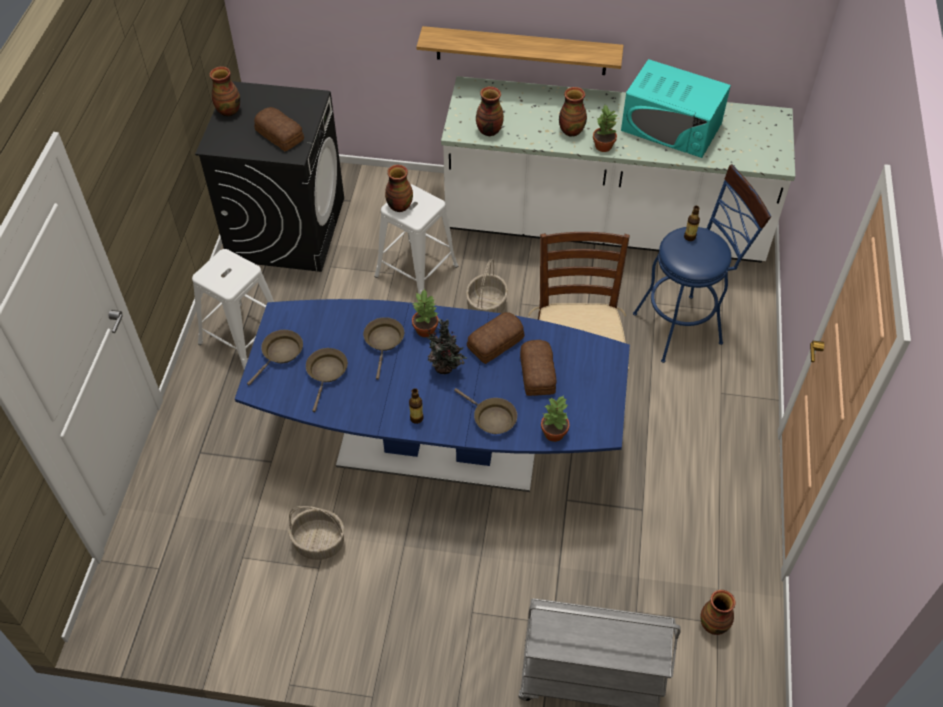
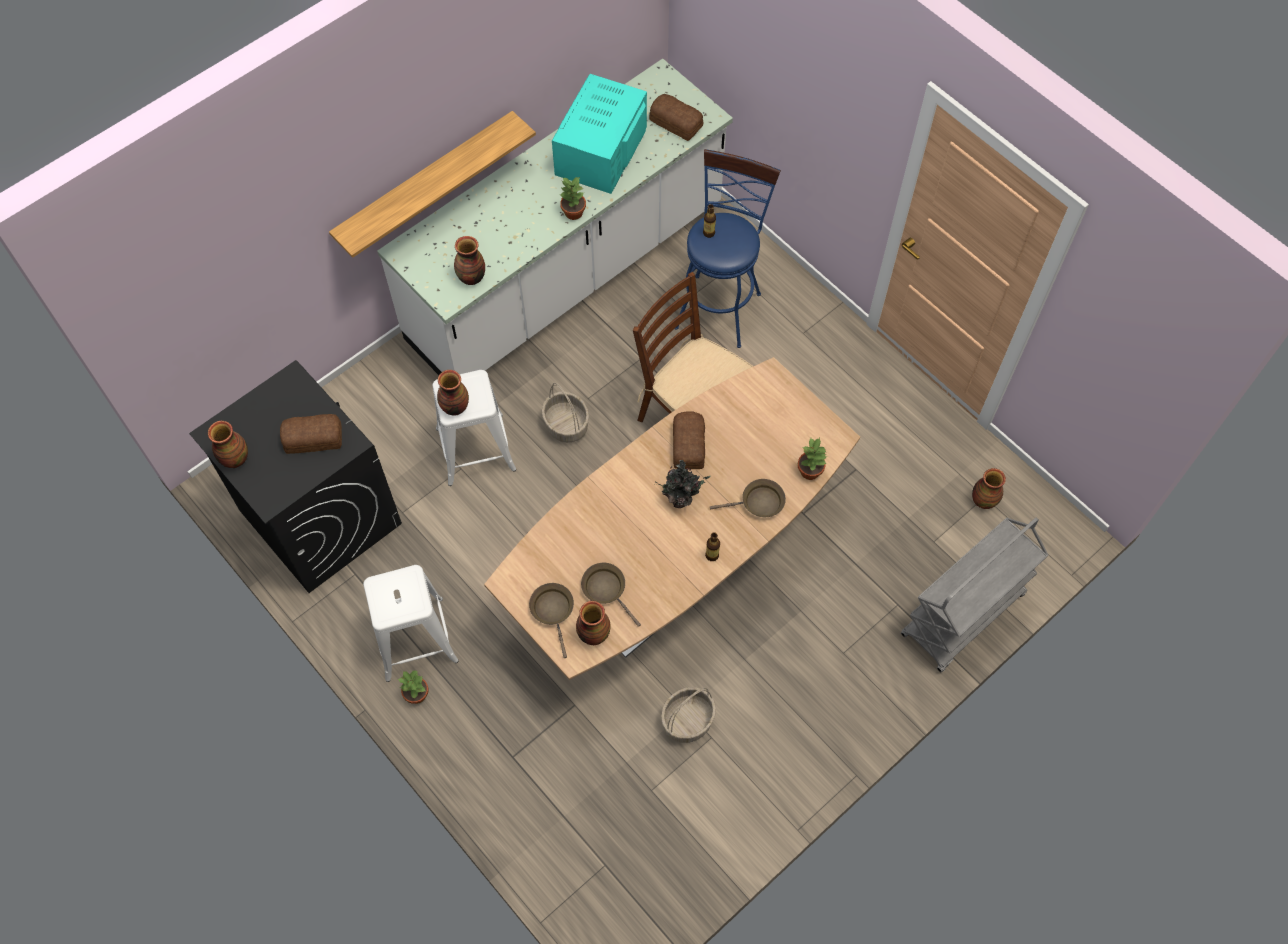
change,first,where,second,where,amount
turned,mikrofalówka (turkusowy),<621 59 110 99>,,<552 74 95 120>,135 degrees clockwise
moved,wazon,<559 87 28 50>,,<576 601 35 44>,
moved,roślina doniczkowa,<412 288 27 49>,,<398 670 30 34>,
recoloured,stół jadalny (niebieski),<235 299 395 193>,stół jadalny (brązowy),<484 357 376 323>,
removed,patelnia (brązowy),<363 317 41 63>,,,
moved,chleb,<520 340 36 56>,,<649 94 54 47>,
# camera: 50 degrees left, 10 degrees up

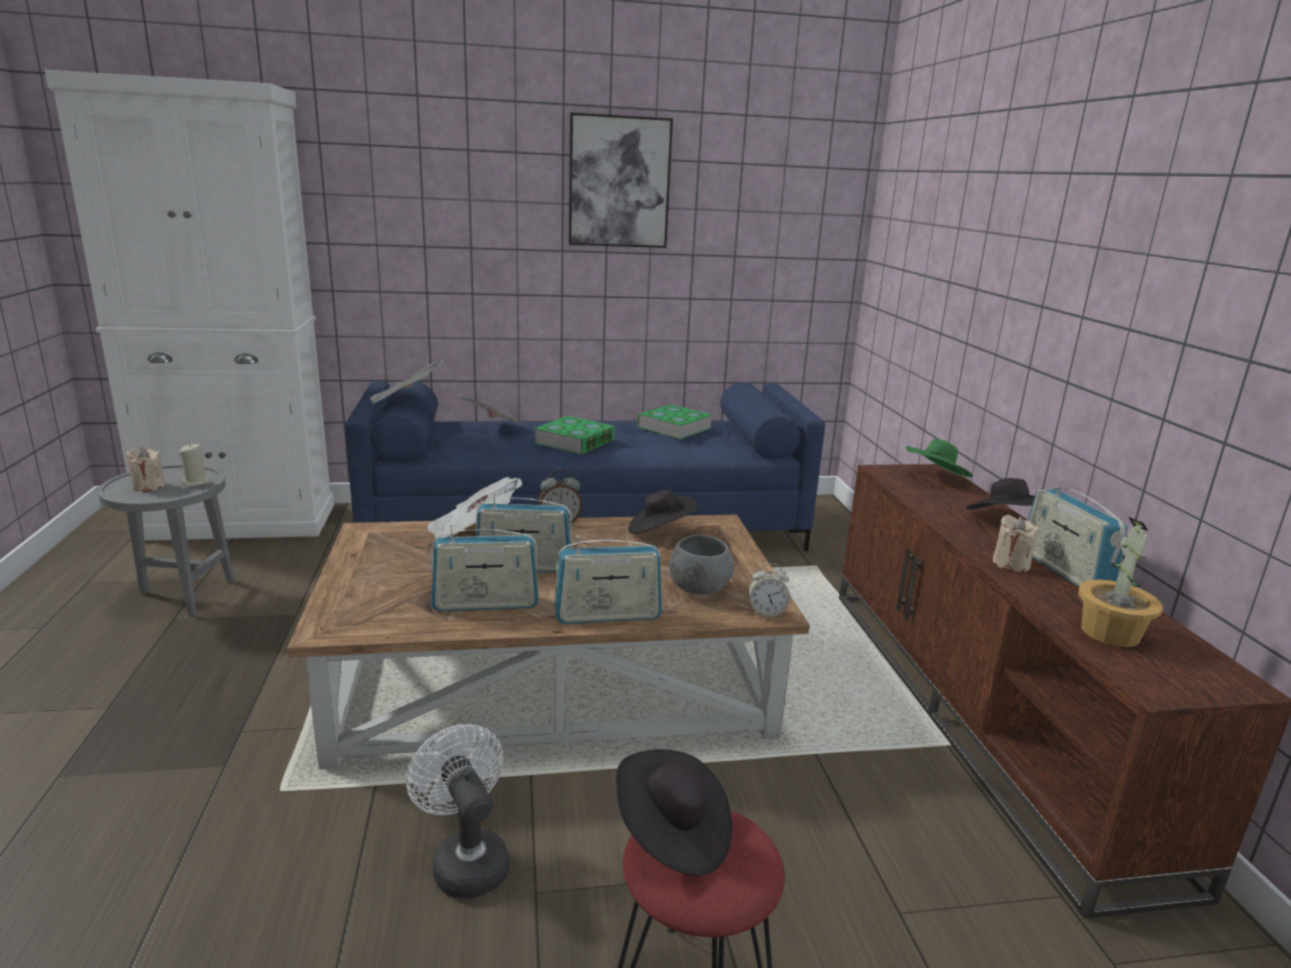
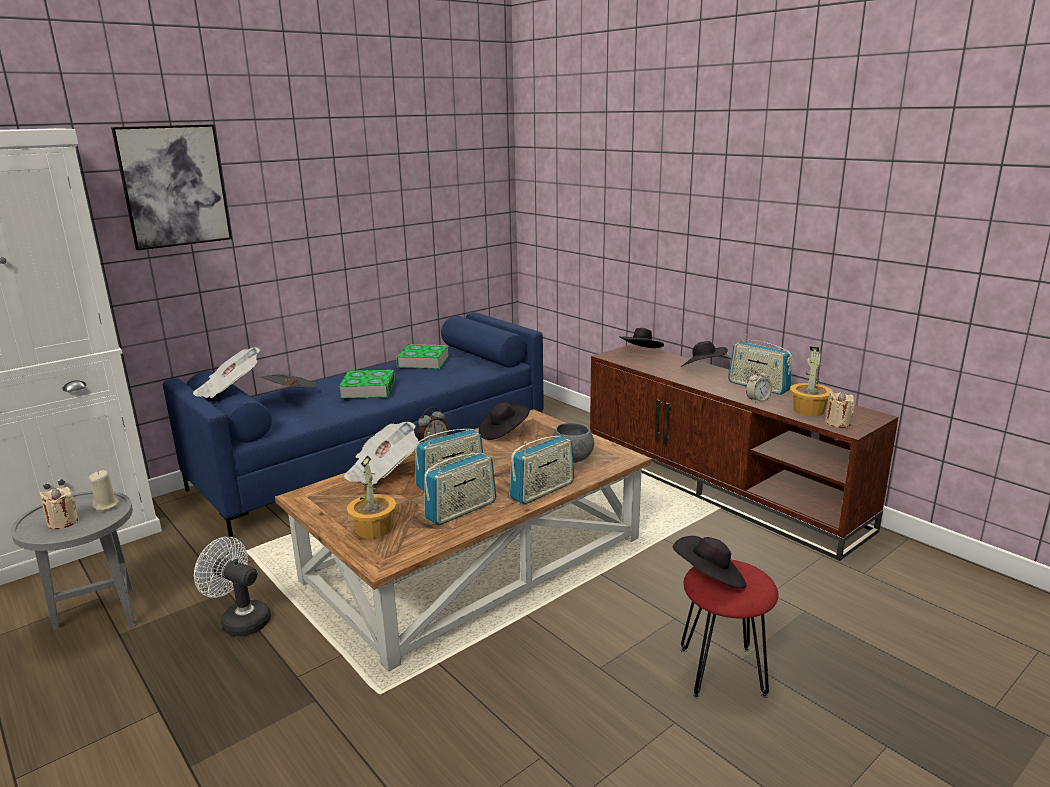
change,first,where,second,where,amount
moved,obraz,<569 112 104 136>,,<111 124 121 126>,
recoloured,kapelusz (zielony),<905 439 68 38>,kapelusz (czarny),<619 328 45 20>,
moved,świeca (beżowy),<992 515 47 57>,,<825 391 29 37>,
moved,budzik,<748 563 42 54>,,<746 369 26 34>,
moved,wentylator (biały),<406 724 103 175>,,<194 537 77 100>,
added,,,roślina doniczkowa,<347 455 49 84>,
# camera: 30 degrees left, 0 degrees up

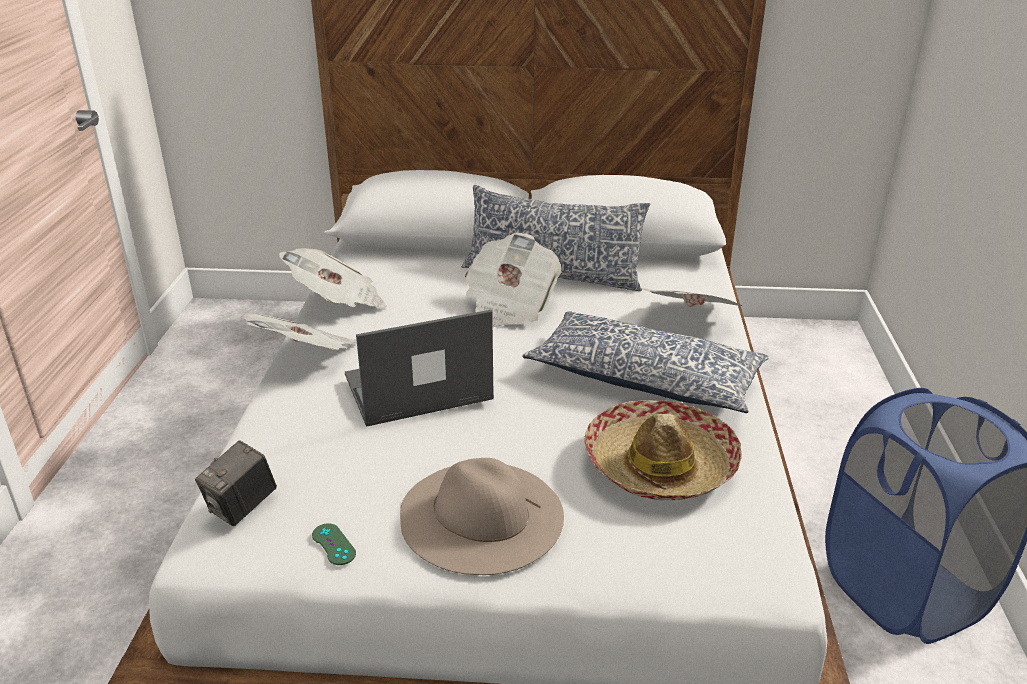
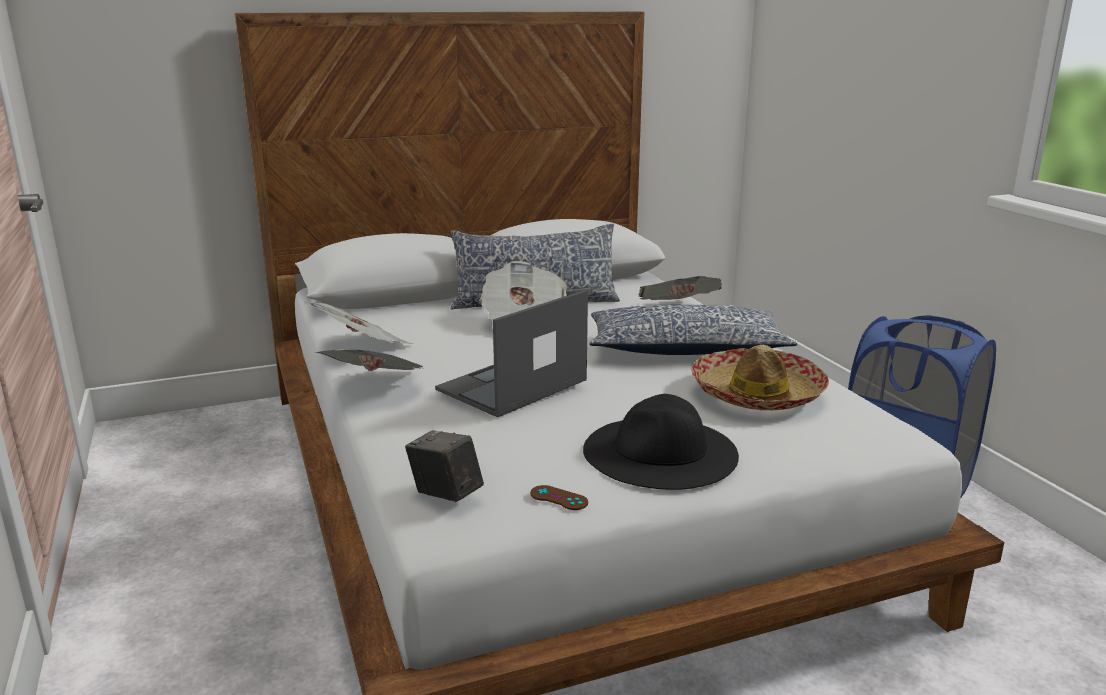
change,first,where,second,where,amount
turned,aparat fotograficzny,<195 440 82 86>,,<405 430 79 72>,120 degrees clockwise
recoloured,kapelusz (beżowy),<400 458 164 117>,kapelusz (czarny),<583 394 156 96>,
recoloured,pad do gier (zielony),<312 523 44 42>,pad do gier (brązowy),<530 485 58 25>,
# camera: 25 degrees left, 10 degrees down

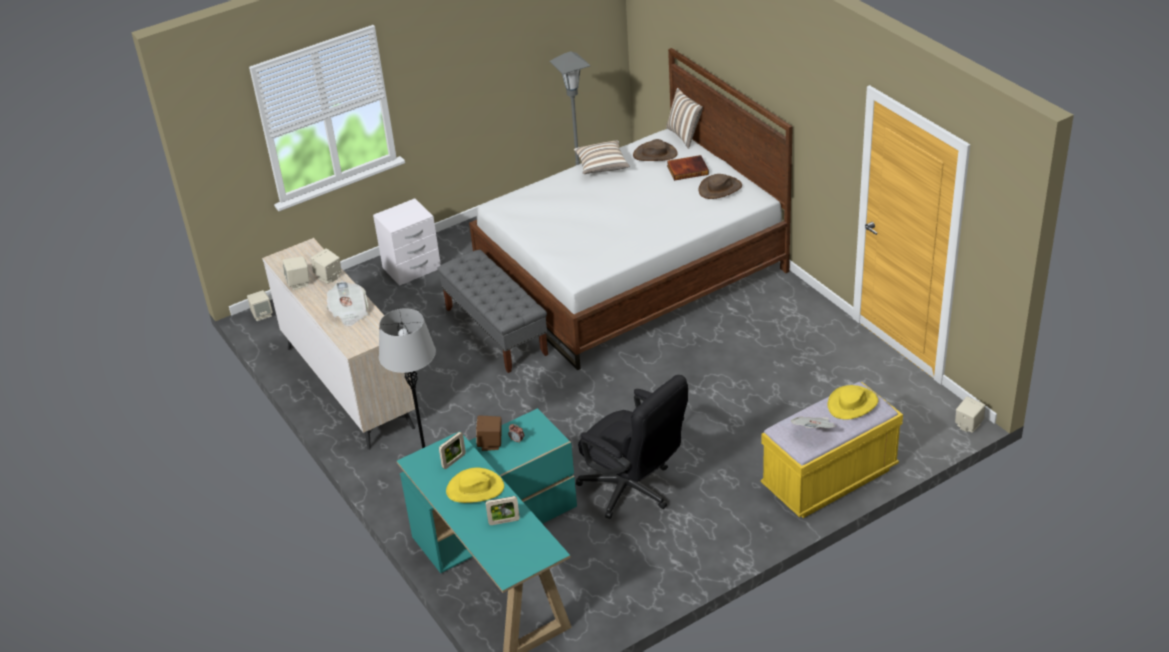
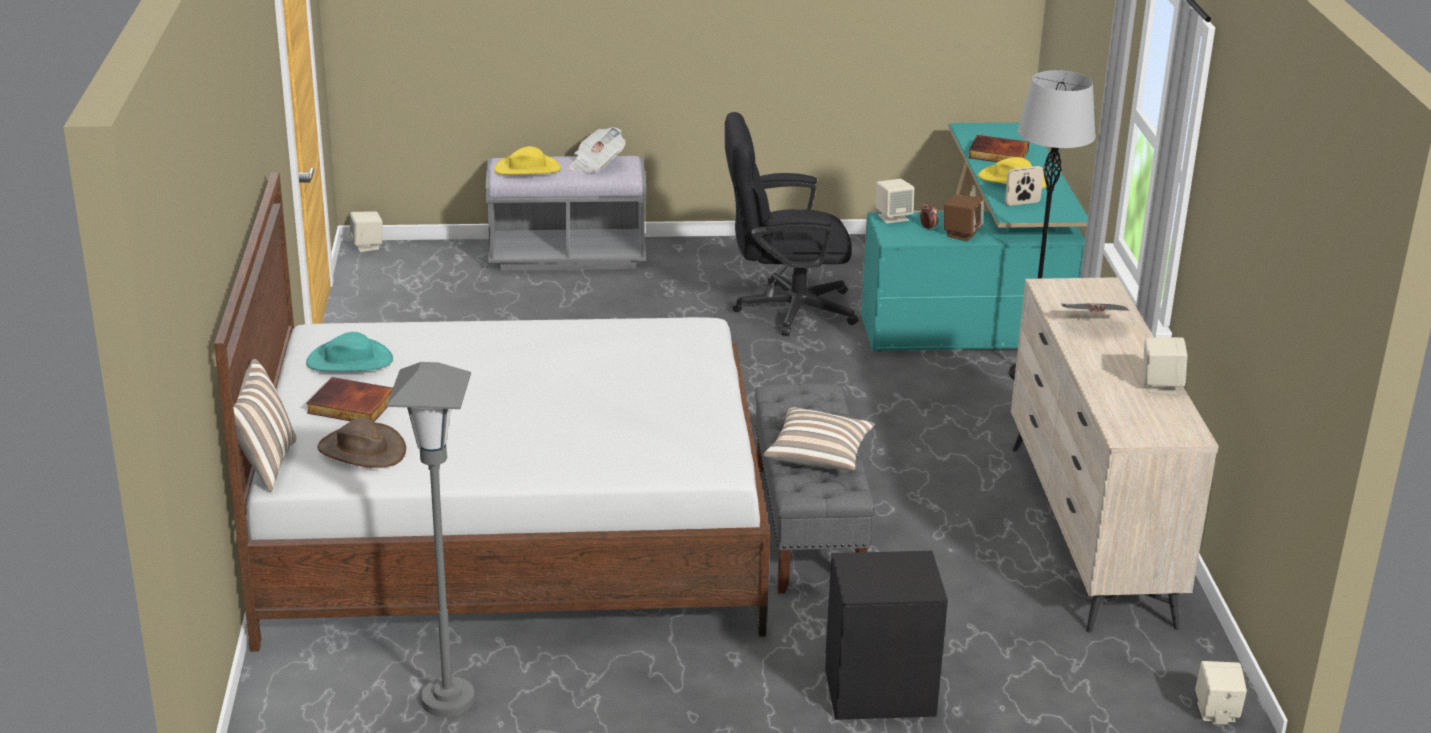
change,first,where,second,where,amount
moved,poduszka,<574 141 56 33>,,<763 407 112 63>,
recoloured,kapelusz (brązowy),<698 174 44 25>,kapelusz (turkusowy),<306 332 87 39>,
recoloured,szafka nocna (biały),<373 198 67 88>,szafka nocna (czarny),<825 551 123 169>,
moved,głośnik (beżowy),<311 248 31 36>,,<876 179 38 45>,
turned,krzesło biurowe (czarny),<576 375 112 144>,,<725 112 133 224>,75 degrees counterclockwise
recoloured,ławka (żółty),<761 382 142 136>,ławka (szary),<485 156 161 115>,
replaced,ramka na zdjęcie,<485 496 35 29>,książka,<968 135 61 27>,
# camera: 155 degrees left, 10 degrees down

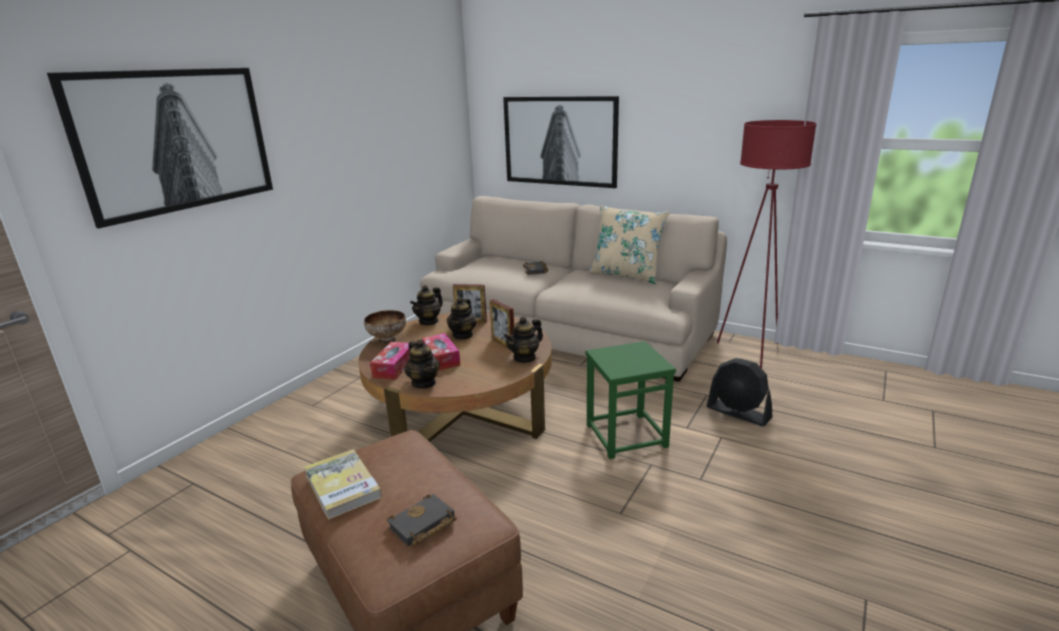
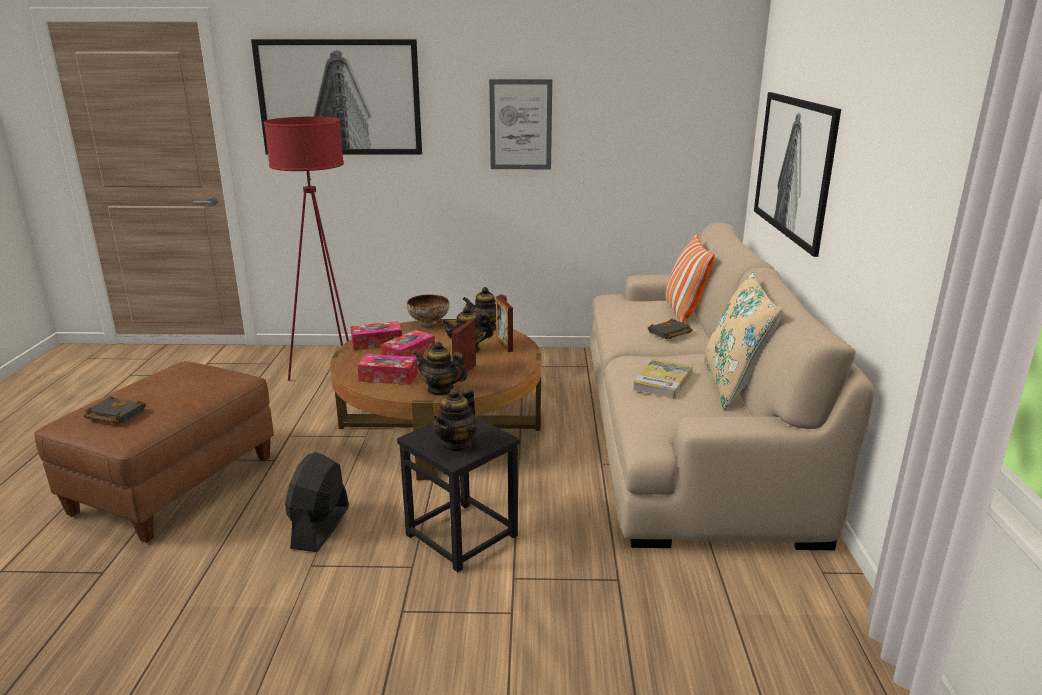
change,first,where,second,where,amount
moved,lampa stojąca (czerwony),<717 120 100 248>,,<264 117 85 264>,
moved,imbryk,<405 339 35 49>,,<433 388 44 65>,
recoloured,stołek (zielony),<586 341 90 118>,stołek (czarny),<397 417 123 155>,
moved,wentylator (czarny),<707 358 65 68>,,<285 452 64 100>,
moved,książka,<304 449 78 71>,,<633 359 60 40>,
added,,,obraz,<489 79 63 90>,
added,,,poduszka,<665 234 49 89>,
added,,,pudełko chusteczek,<357 354 61 31>,
# camera: 60 degrees right, 0 degrees up

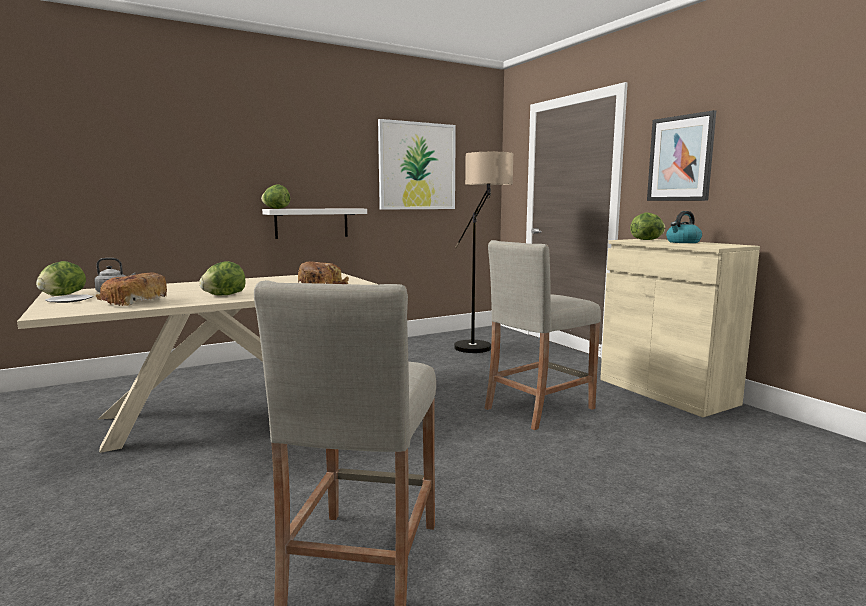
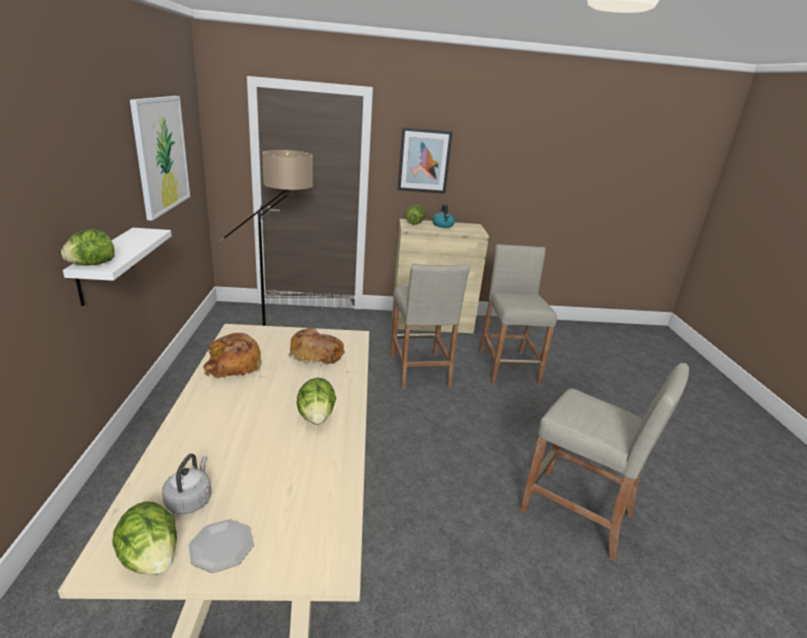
change,first,where,second,where,amount
moved,chleb,<96 272 71 34>,,<203 333 59 45>,
added,,,stołek (beżowy),<479 244 78 141>,
# camera: 65 degrees left, 15 degrees up

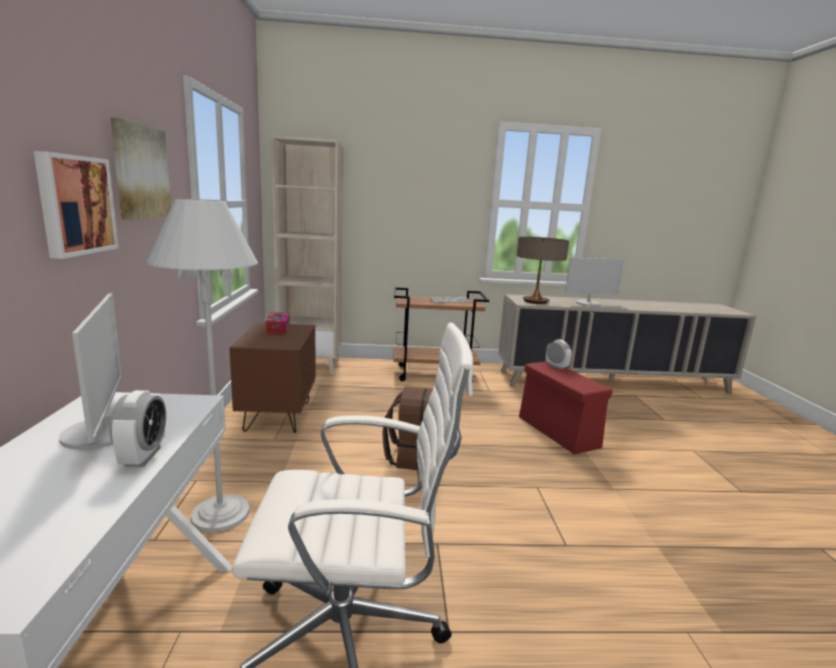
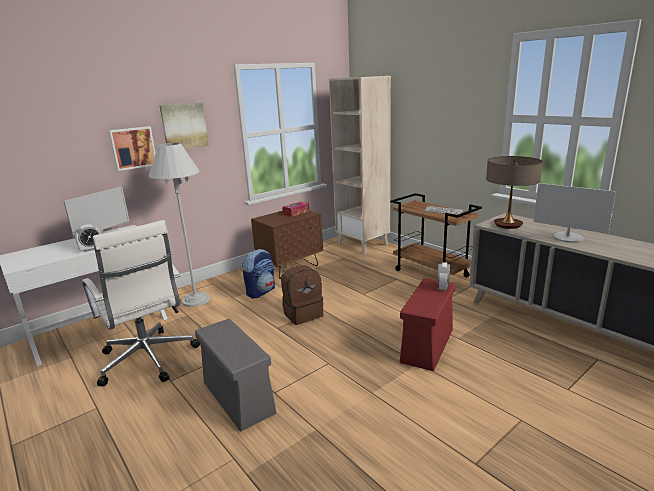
change,first,where,second,where,amount
added,,,plecak,<242 249 33 49>,
added,,,pojemnik do przechowywania (szary),<195 319 82 112>,
# camera: 55 degrees right, 5 degrees up

